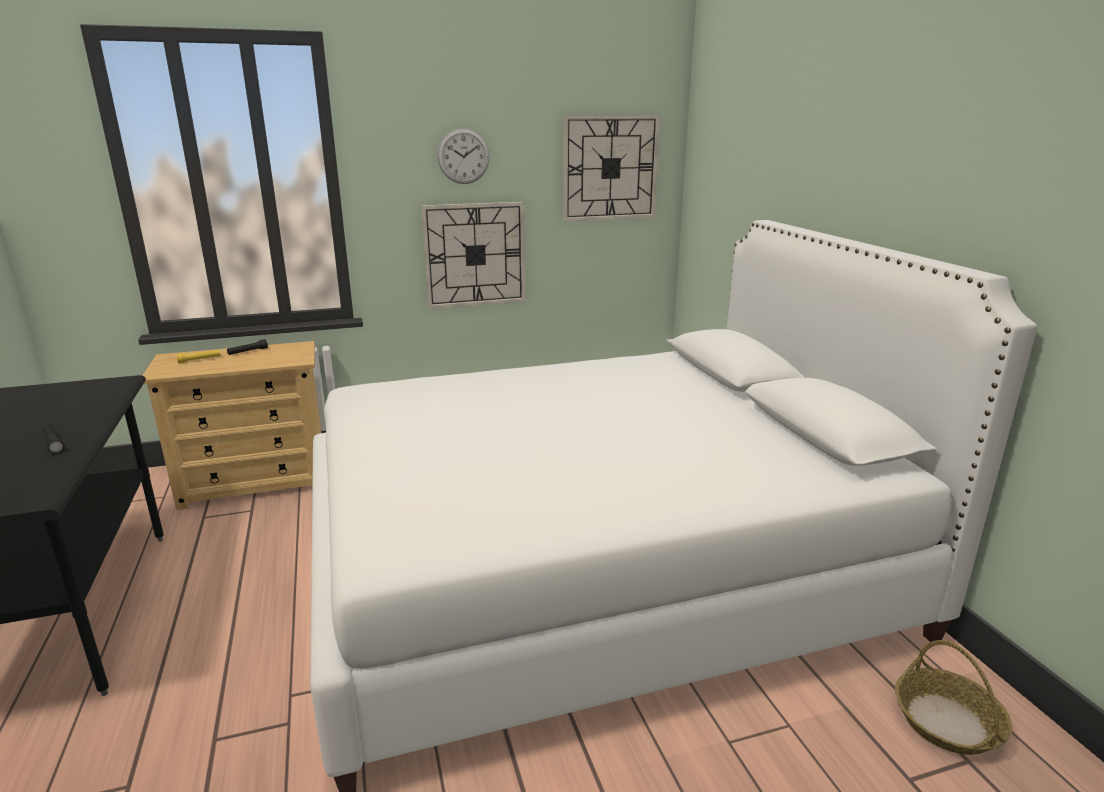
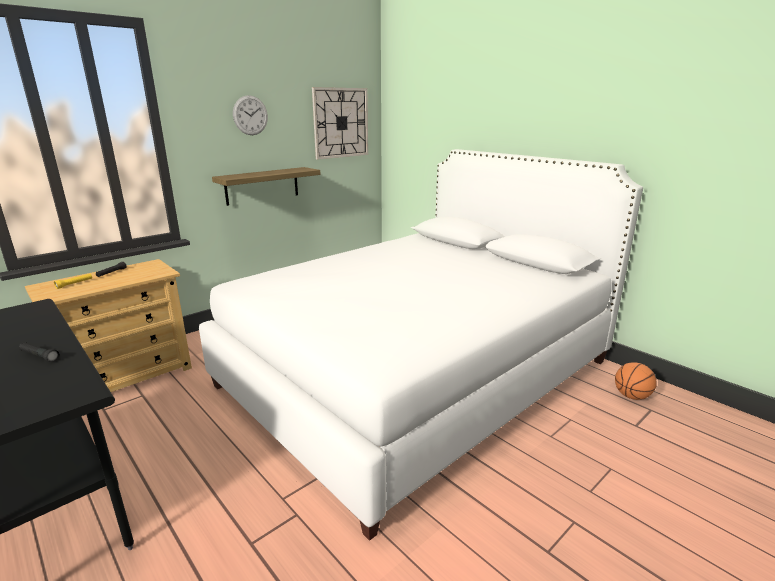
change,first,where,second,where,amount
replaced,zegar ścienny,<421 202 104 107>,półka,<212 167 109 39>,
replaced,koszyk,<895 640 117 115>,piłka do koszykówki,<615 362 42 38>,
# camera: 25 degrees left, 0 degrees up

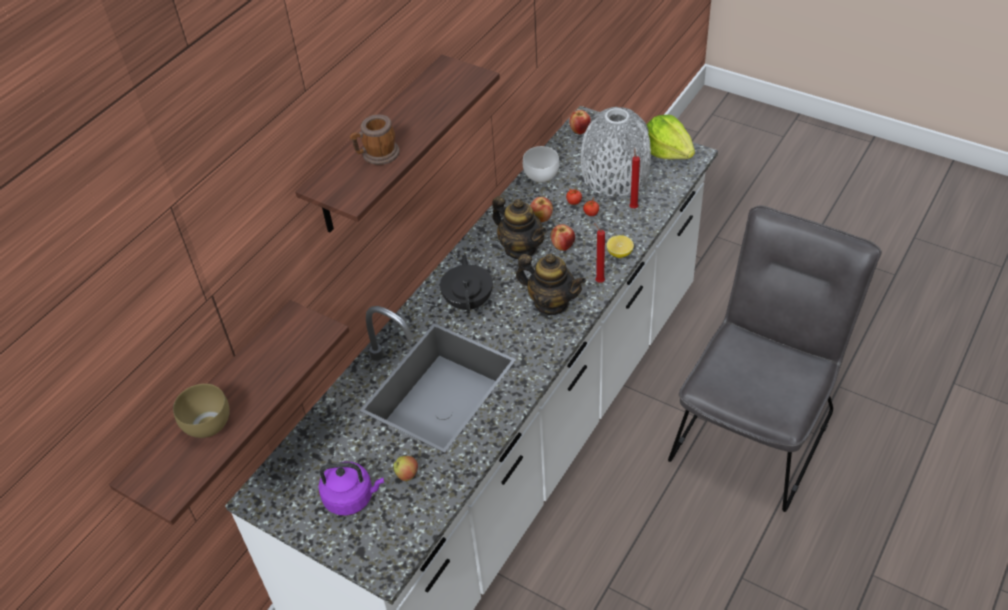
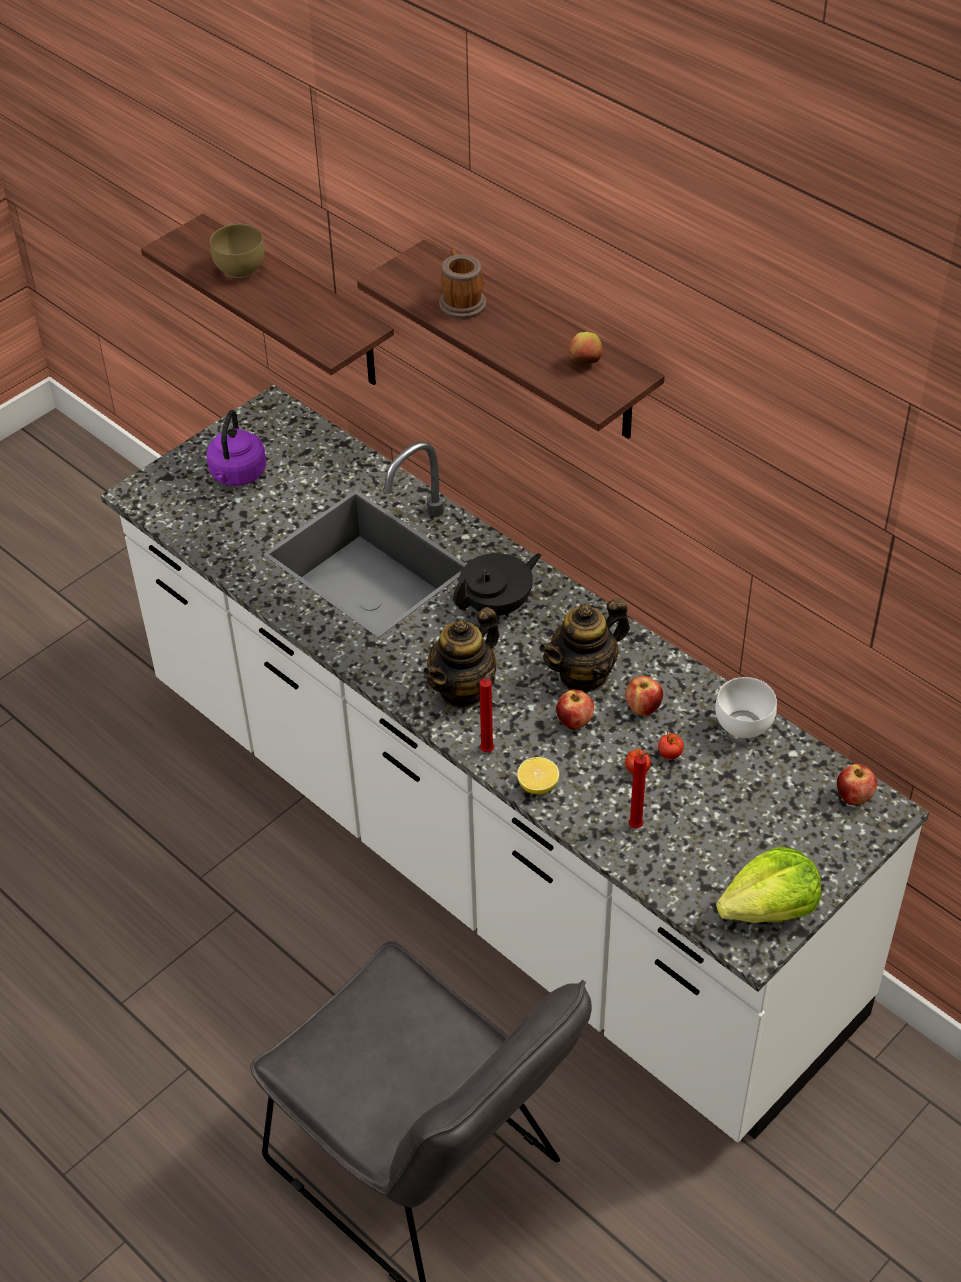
change,first,where,second,where,amount
removed,wazon (szary),<581 107 70 89>,,,
turned,imbryk (czarny),<440 254 53 60>,,<453 553 89 64>,45 degrees counterclockwise
moved,jabłko,<393 456 25 25>,,<569 332 34 31>,
# camera: 100 degrees right, 0 degrees up

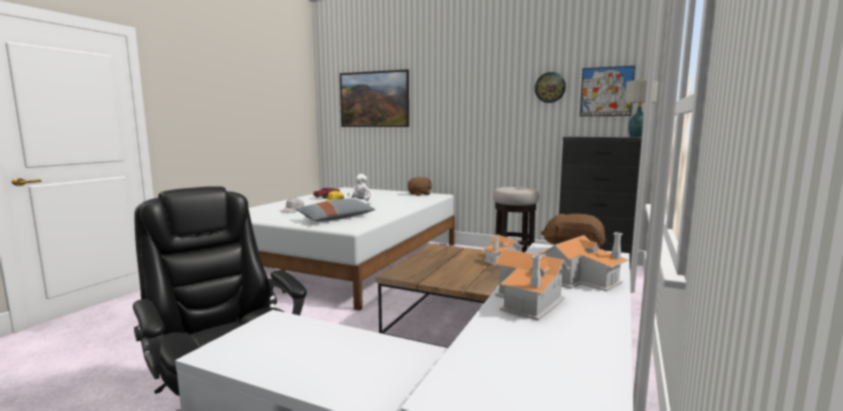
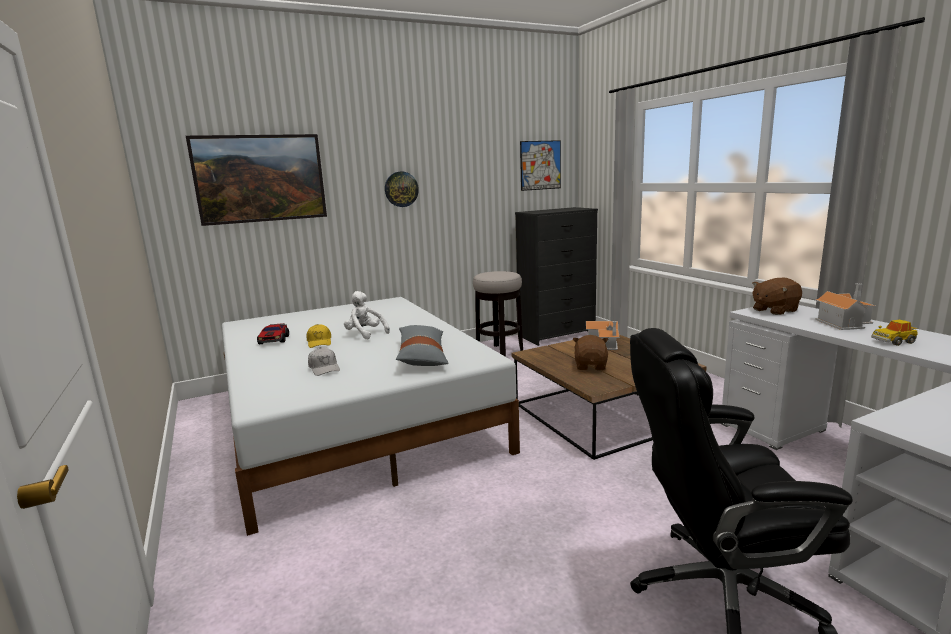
change,first,where,second,where,amount
moved,zegar ścienny,<535 72 31 31>,,<385 171 34 36>,
removed,lampa stołowa,<625 79 33 59>,,,
moved,pluszak (brązowy),<408 177 24 19>,,<573 335 35 35>,
replaced,domek,<495 248 75 73>,samochodzik,<871 320 47 26>,
# camera: 50 degrees left, 5 degrees up

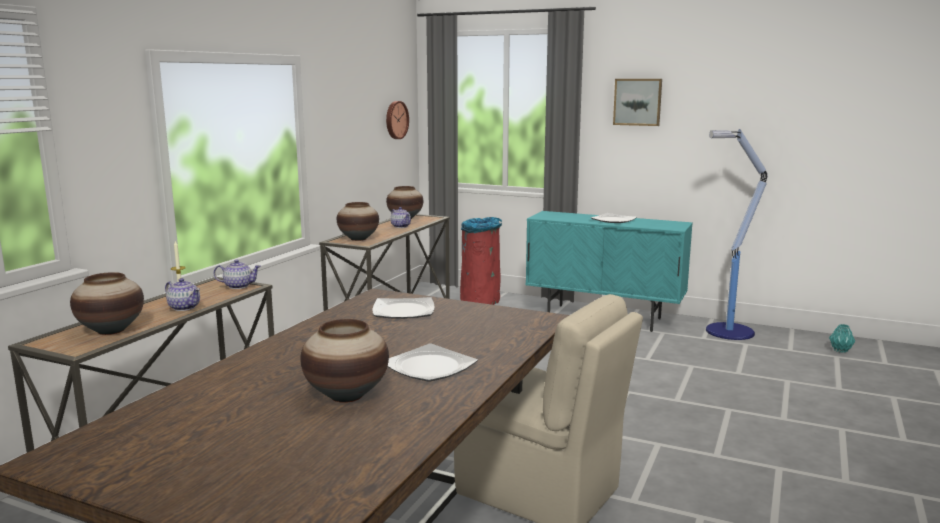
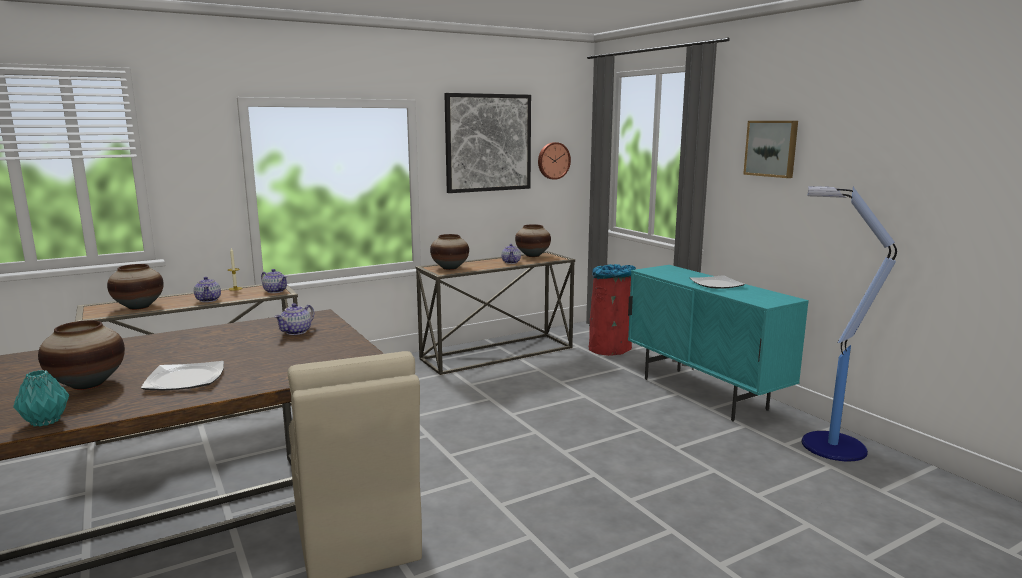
change,first,where,second,where,amount
replaced,talerz,<372 297 63 22>,imbryk,<274 303 40 32>,
moved,wazon (turkusowy),<829 324 26 29>,,<13 370 56 57>,
added,,,obraz,<444 93 87 100>,
# camera: 35 degrees right, 0 degrees up

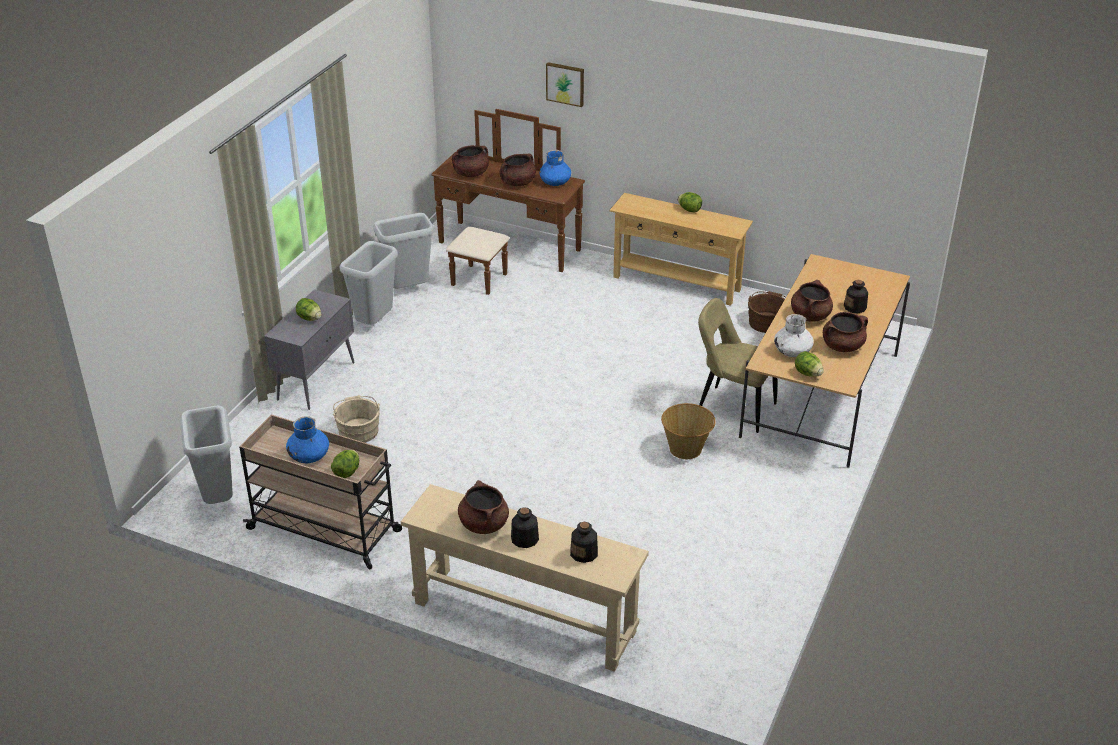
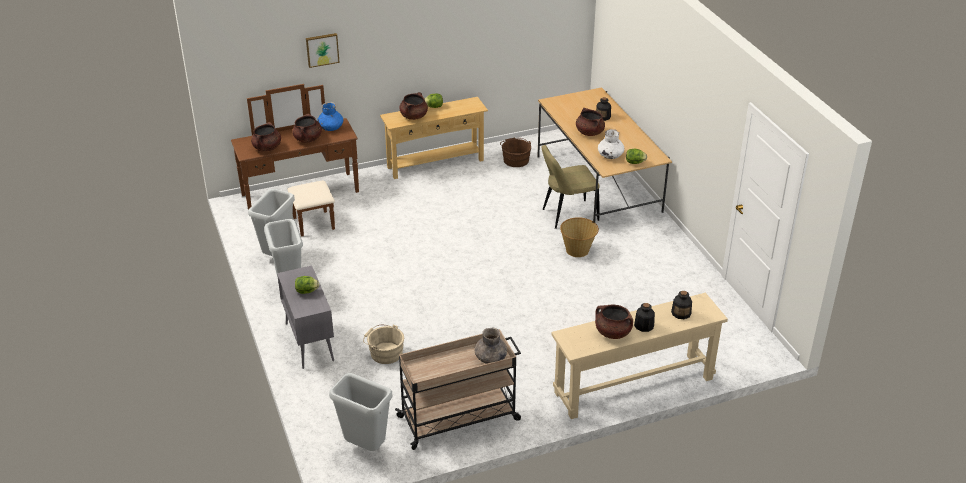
change,first,where,second,where,amount
moved,garnek (brązowy),<823 312 45 40>,,<399 92 29 28>,
removed,wazon (niebieski),<286 416 43 47>,,,
replaced,sałata,<331 450 28 28>,wazon (szary),<474 327 33 37>,
# camera: 45 degrees left, 0 degrees up

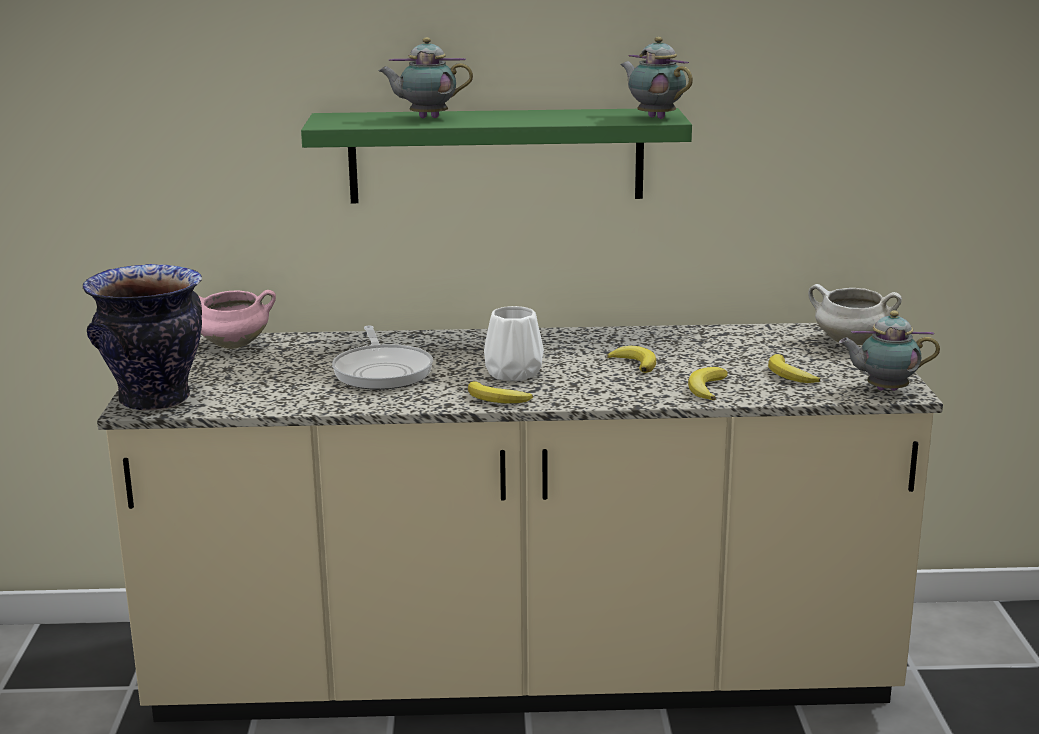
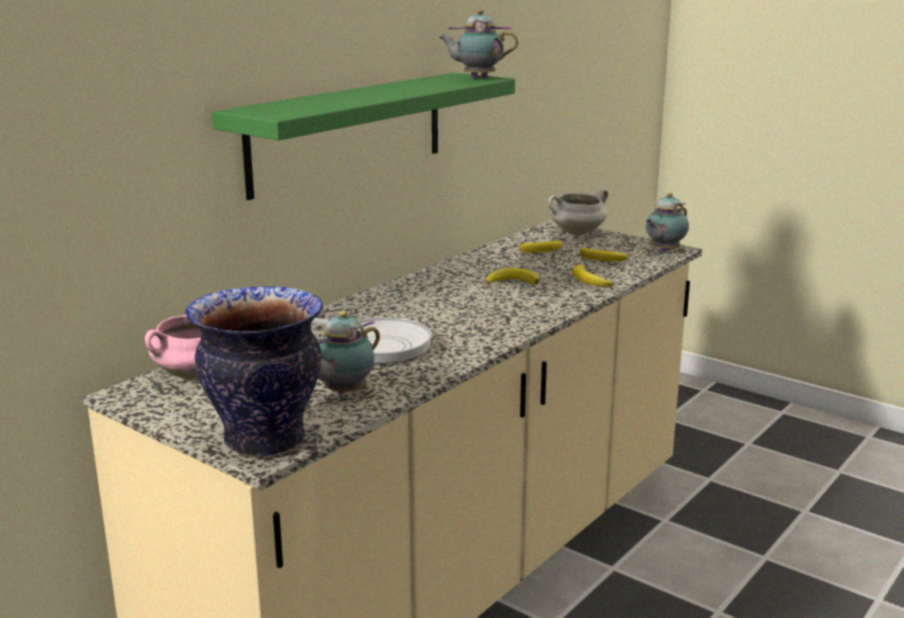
change,first,where,second,where,amount
moved,imbryk,<379 37 94 81>,,<318 311 62 84>,
removed,wazon (biały),<484 306 60 75>,,,
moved,banan,<468 381 65 22>,,<519 241 44 12>,
# camera: 50 degrees left, 0 degrees up

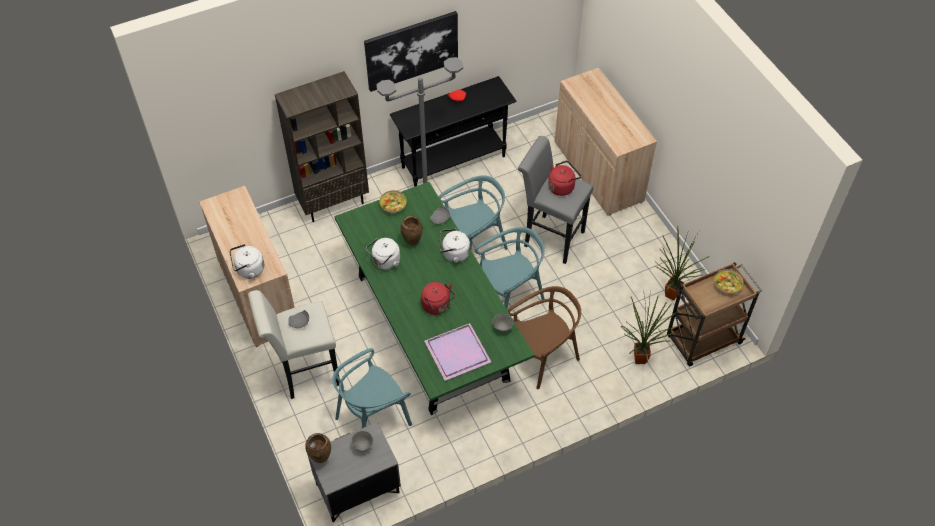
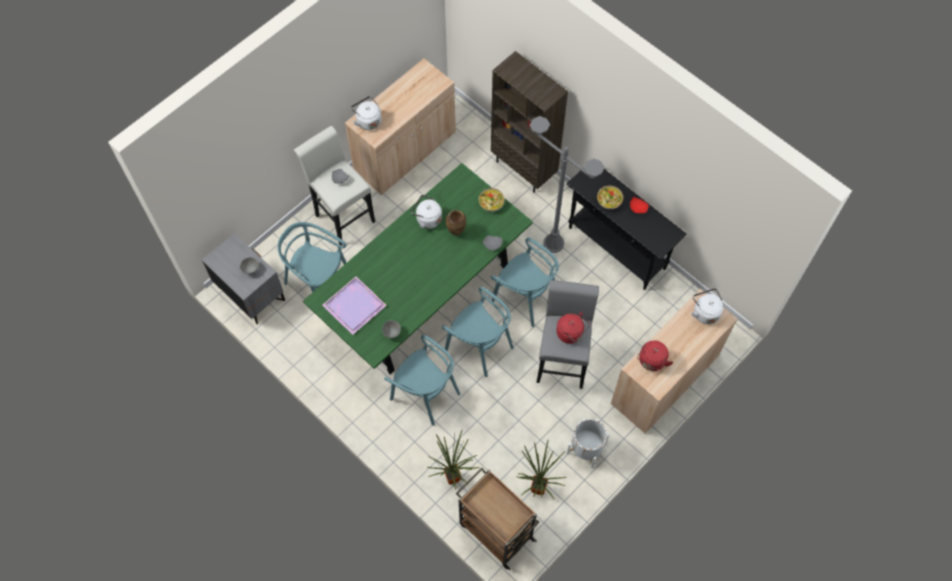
change,first,where,second,where,amount
removed,obraz,<364 11 94 81>,,,
moved,czajnik (biały),<440 229 30 34>,,<691 288 32 36>,
moved,miska,<714 269 29 26>,,<597 186 26 23>,
moved,czajnik (czerwony),<421 282 34 33>,,<637 341 36 30>,
recoloured,krzesło (brązowy),<508 286 73 103>,krzesło (turkusowy),<384 335 76 91>,
removed,wazon (brązowy),<305 433 26 30>,,,
added,,,donica (biały),<566 418 43 50>,
# camera: 70 degrees right, 10 degrees up

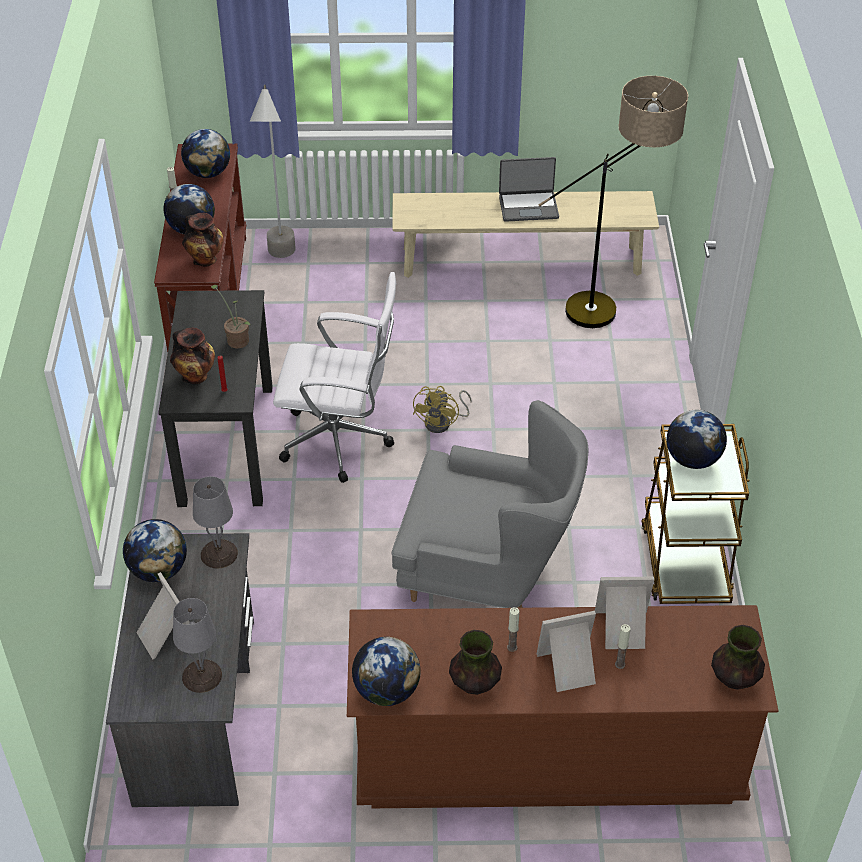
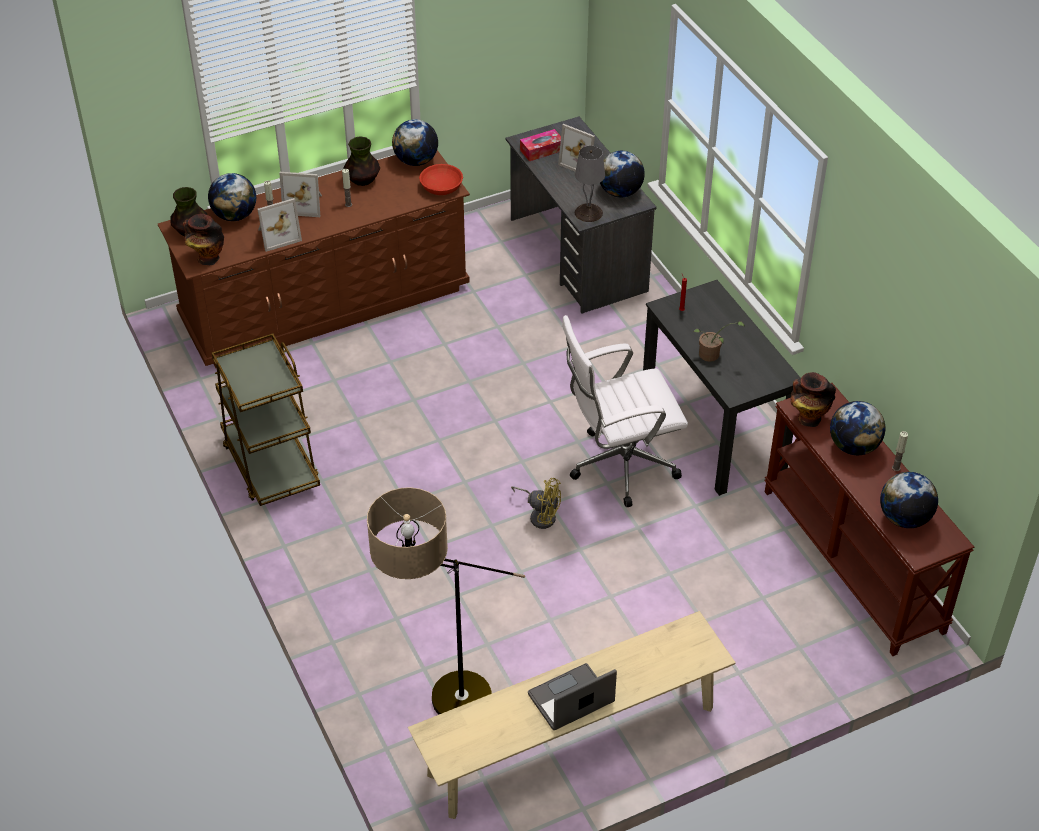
change,first,where,second,where,amount
removed,lampa stojąca (szary),<250 85 46 173>,,,
moved,wazon,<170 327 45 57>,,<183 214 41 51>,
turned,wentylator (żółty),<413 386 59 47>,,<511 478 50 51>,120 degrees clockwise
removed,fotel (szary),<392 400 196 208>,,,
moved,globus,<667 410 60 59>,,<208 173 48 48>,
replaced,lampa stołowa (szary),<173 598 49 95>,pudełko chusteczek,<520 129 41 32>,
turned,ramka na zdjęcie,<537 611 59 81>,,<279 172 43 45>,45 degrees clockwise
added,,,miska (czerwony),<419 164 44 31>,
# camera: 155 degrees right, 0 degrees up

